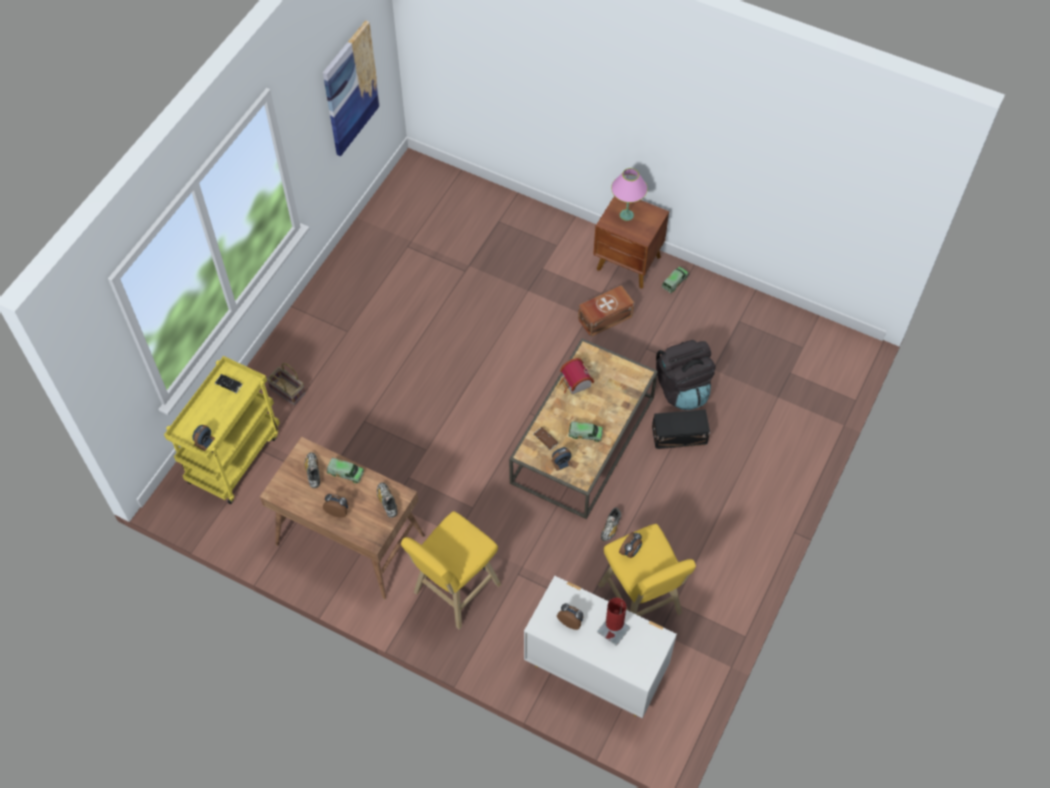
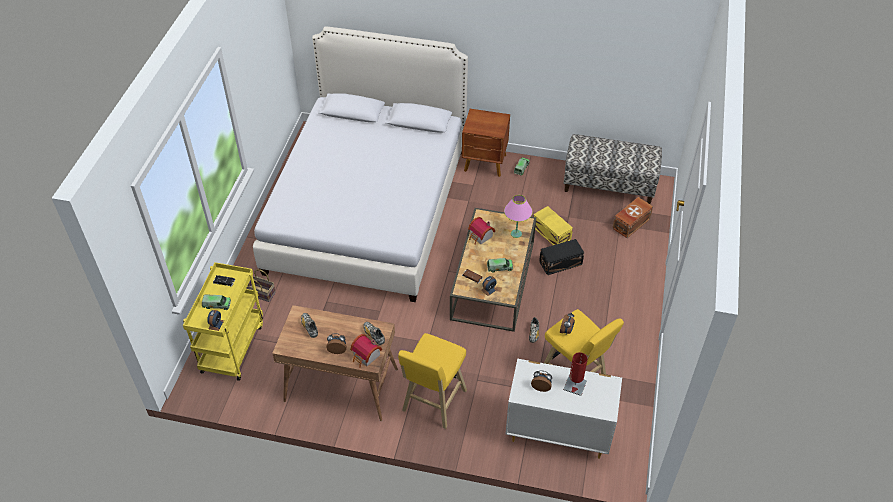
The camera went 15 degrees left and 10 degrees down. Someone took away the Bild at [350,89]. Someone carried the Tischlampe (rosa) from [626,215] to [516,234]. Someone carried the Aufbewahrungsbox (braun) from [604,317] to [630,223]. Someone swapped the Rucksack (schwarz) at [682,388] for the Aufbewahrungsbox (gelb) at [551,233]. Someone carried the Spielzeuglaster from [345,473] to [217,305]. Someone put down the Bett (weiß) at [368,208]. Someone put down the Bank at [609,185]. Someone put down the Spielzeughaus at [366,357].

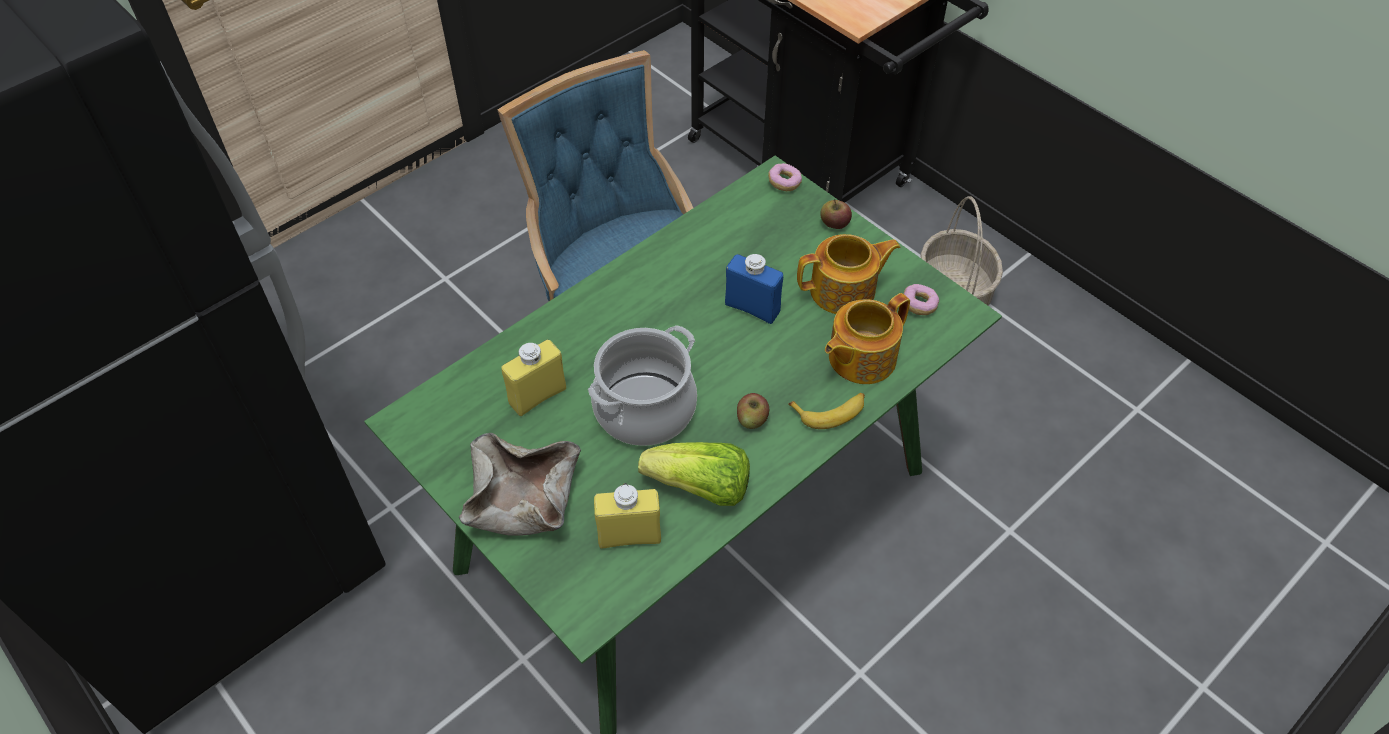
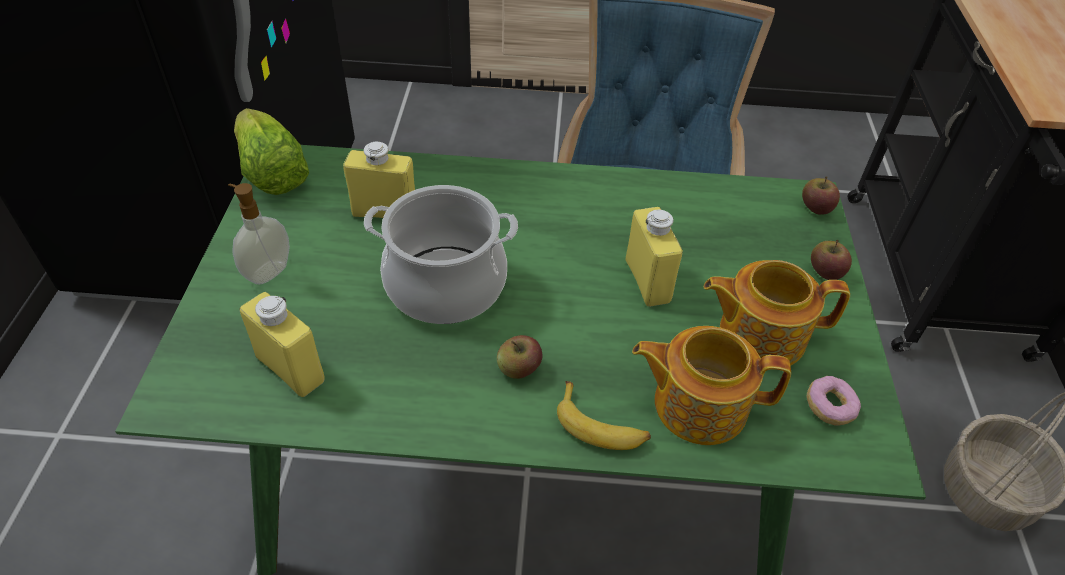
The camera went 45 degrees right and 5 degrees down. Someone swapped the Donut at [784,183] for the Apfel at [815,208]. Someone rotated the Teekanne at [844,291] by 150 degrees clockwise. Someone repainted the Flasche (blau) at [752,308], which became the Flasche (gelb) at [647,281]. Someone swapped the Schüssel (beige) at [522,498] for the Seifenspender at [267,271]. Someone carried the Salatkopf from [700,488] to [272,173].

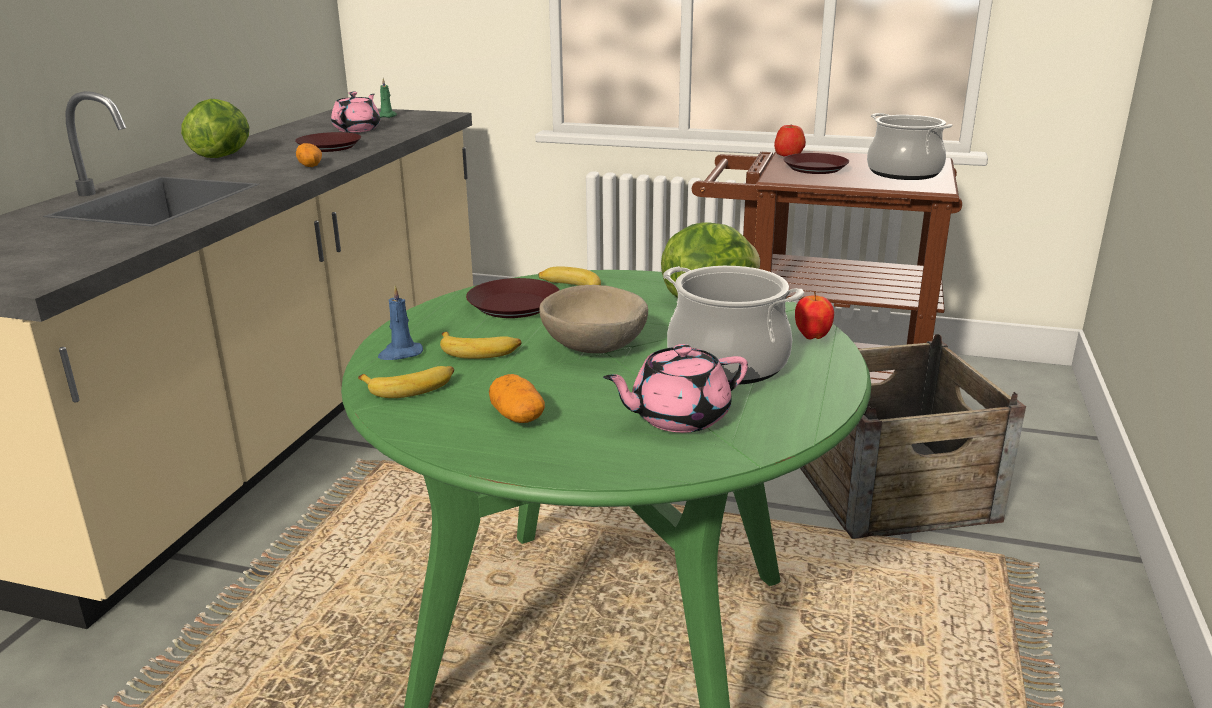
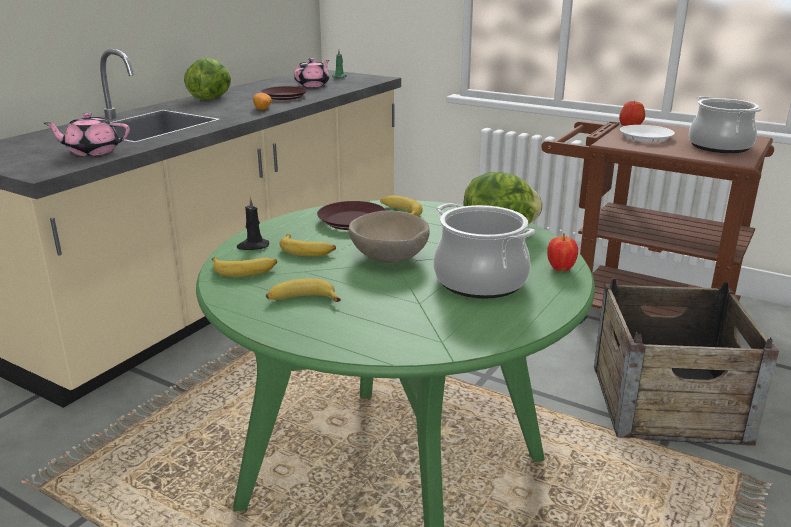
The camera went 15 degrees right and 0 degrees up. Someone repainted the Teller (braun) at [815,168], which became the Teller (weiß) at [645,137]. Someone repainted the Kerze (blau) at [400,354], which became the Kerze (schwarz) at [253,246]. Someone carried the Teekanne (rosa) from [677,417] to [92,152]. Someone swapped the Kartoffel at [516,416] for the Banane at [302,300].

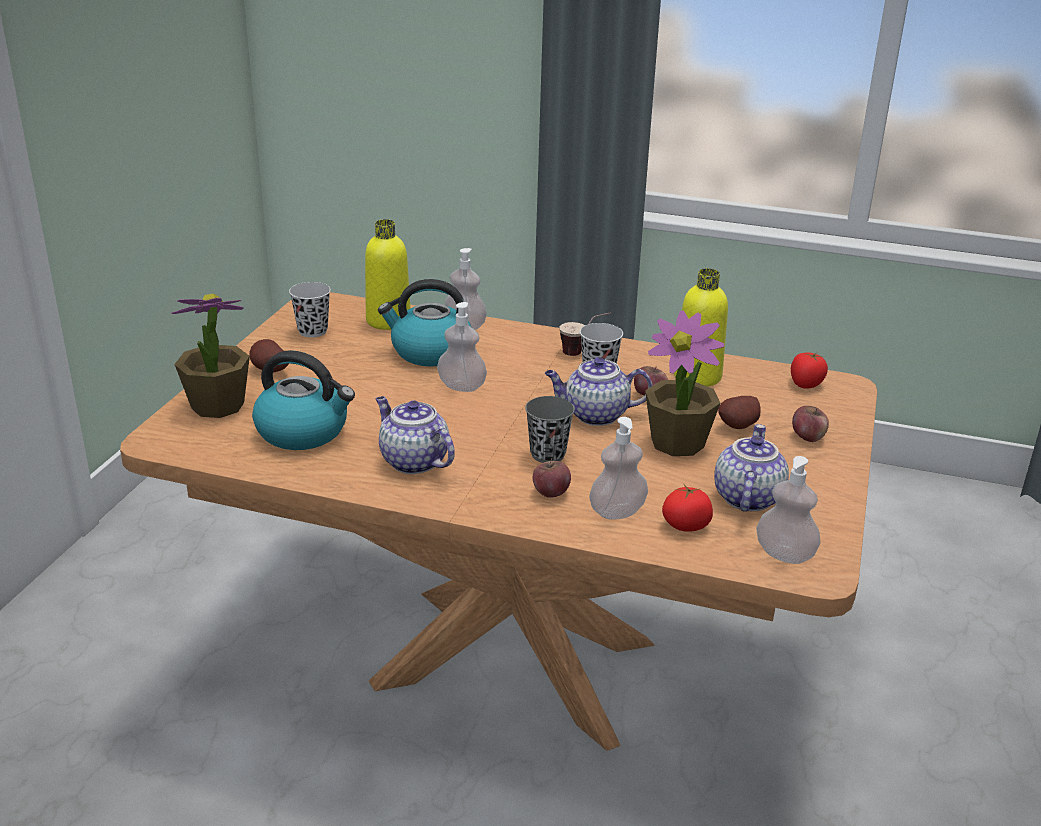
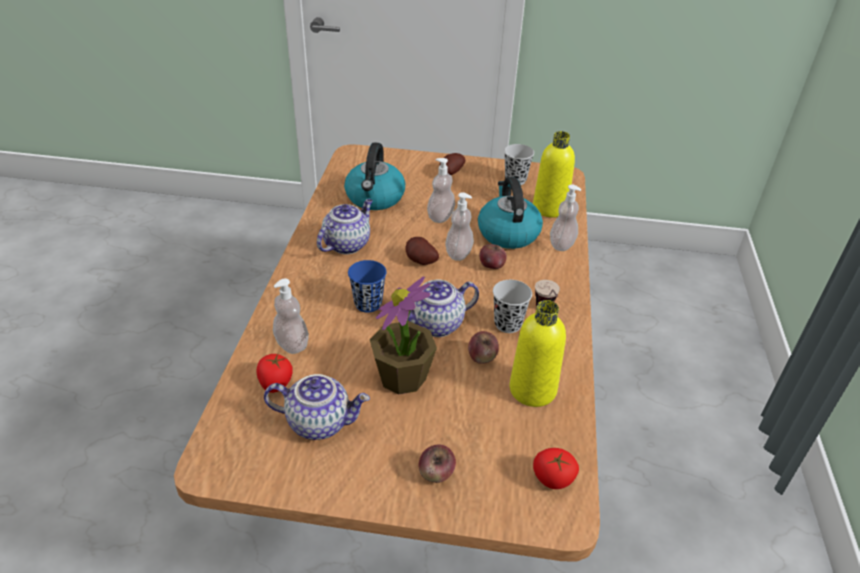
The camera went 80 degrees right and 10 degrees up. Someone took away the Topfpflanze at [217,405]. Someone rotated the Teekanne at [594,415] by 105 degrees counterclockwise. Someone repainted the Tasse (grau) at [548,454], which became the Tasse (blau) at [368,304]. Someone carried the Kartoffel from [740,427] to [420,262]. Someone carried the Seifenspender from [784,554] to [440,217]. Someone carried the Apfel from [551,493] to [491,265].

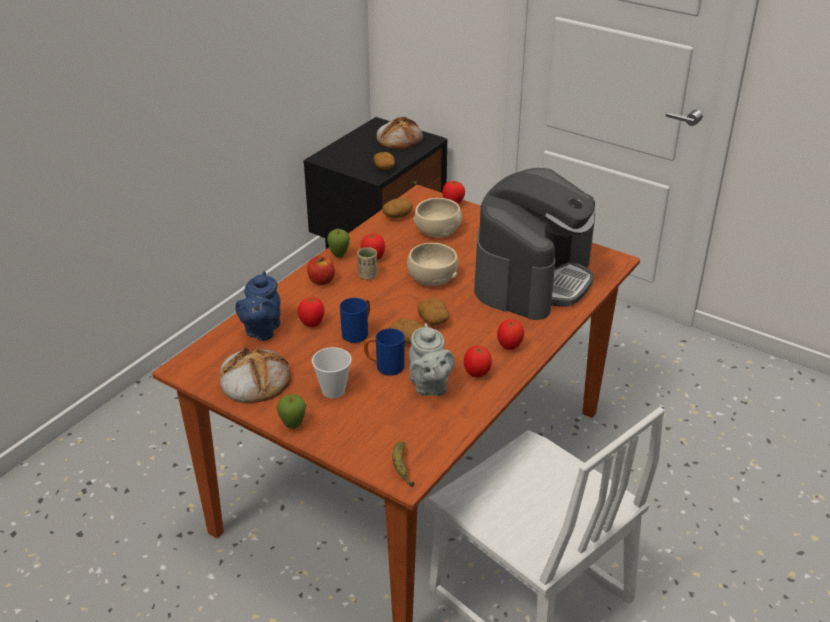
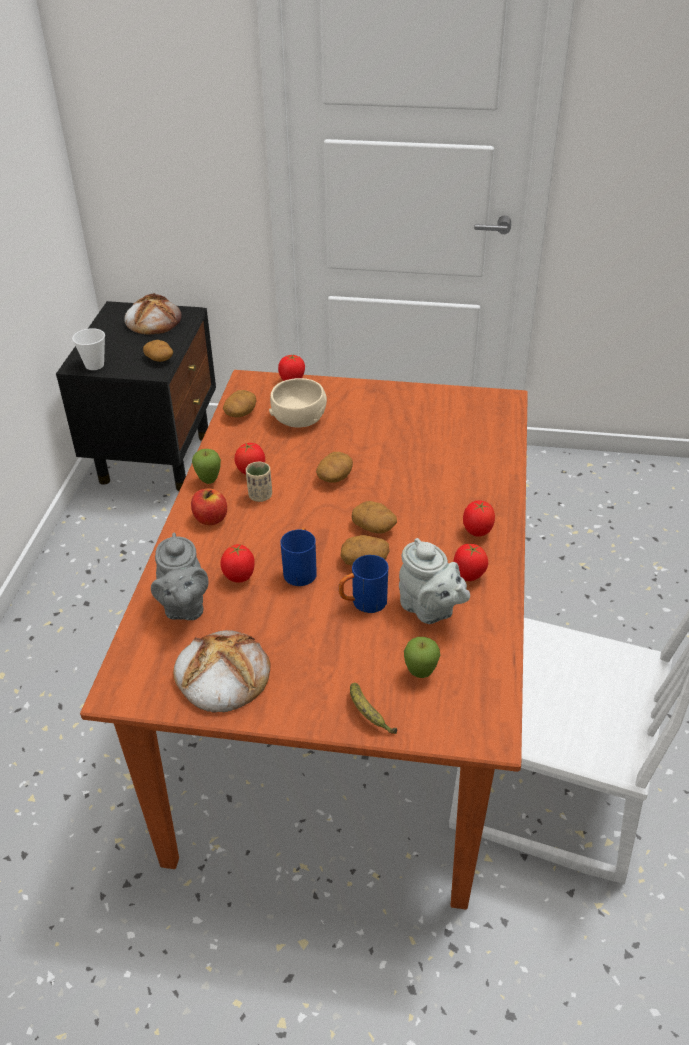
The camera went 25 degrees left and 5 degrees up. Someone took away the Kaffeemaschine at [533,278]. Someone swapped the Schüssel (beige) at [432,278] for the Kartoffel at [335,477]. Someone repainted the Teekanne (blau) at [261,331], which became the Teekanne (grau) at [184,607]. Someone carried the Tasse from [333,391] to [94,365]. Someone carried the Apfel from [293,426] to [420,674]. Someone carried the Banane from [402,468] to [368,714].

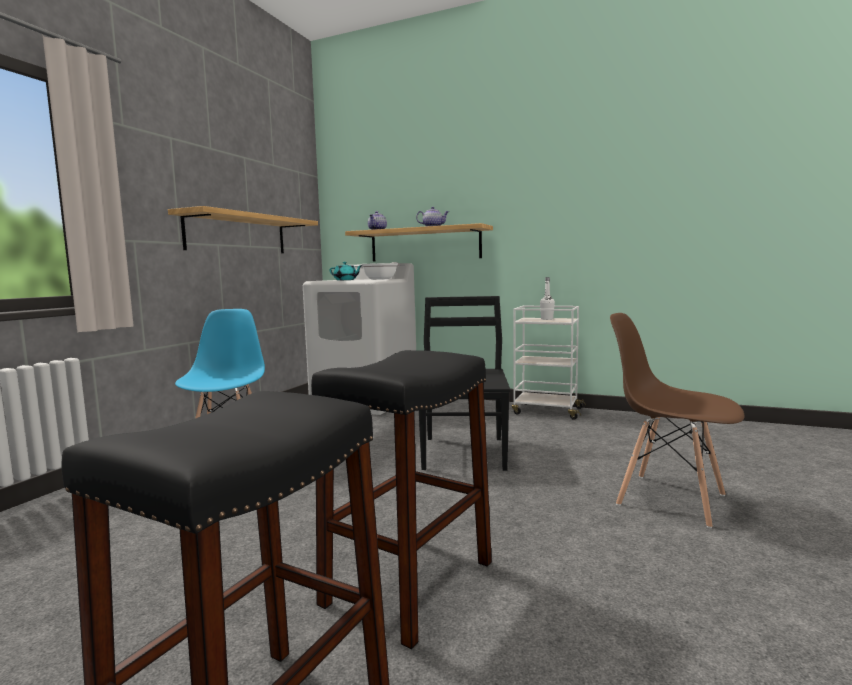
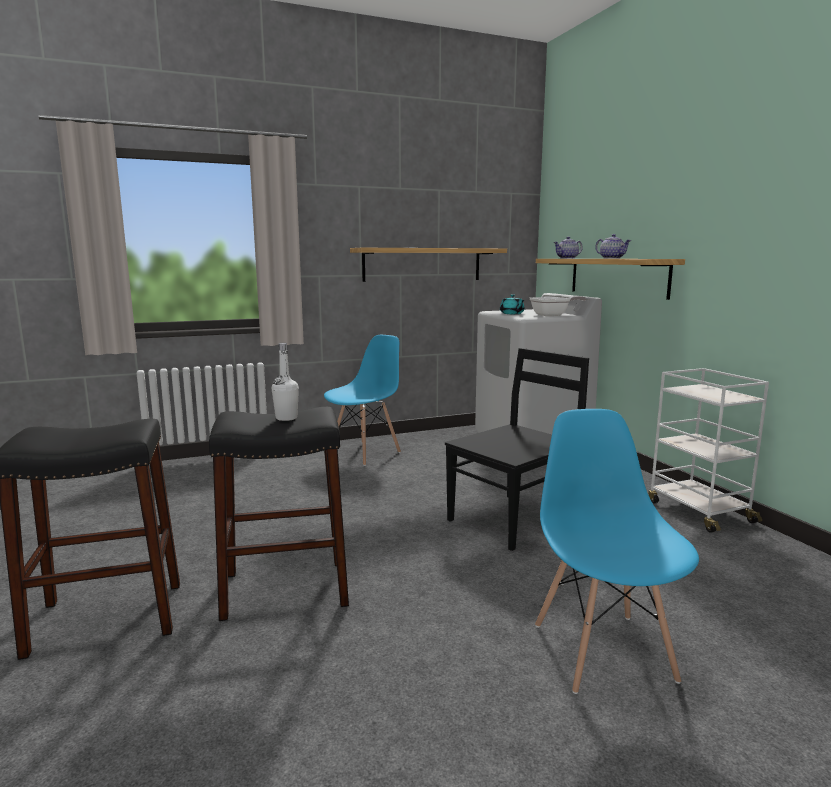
The camera went 45 degrees right and 5 degrees up. Someone carried the Flasche (weiß) from [547,319] to [286,418]. Someone repainted the Stuhl (braun) at [669,499], which became the Stuhl (blau) at [603,650].

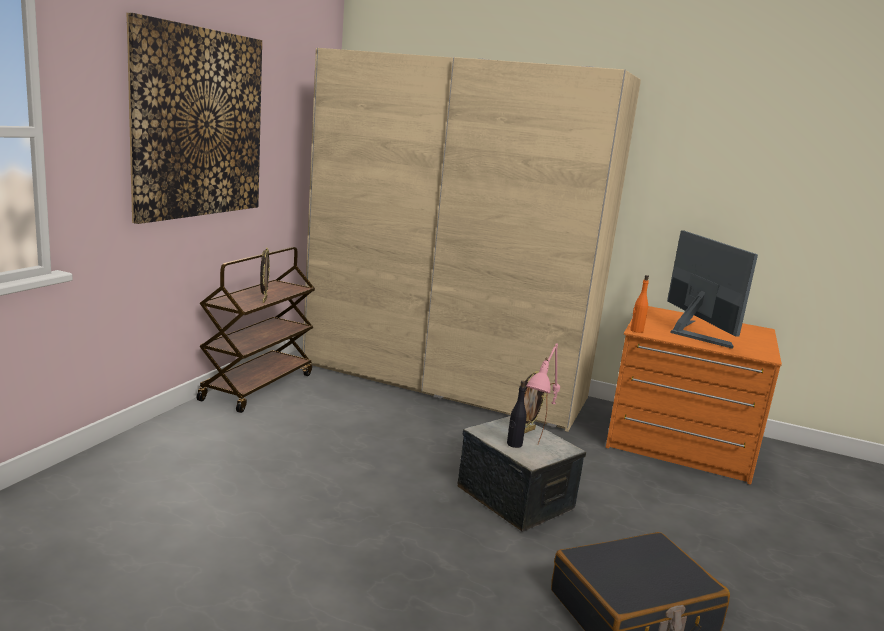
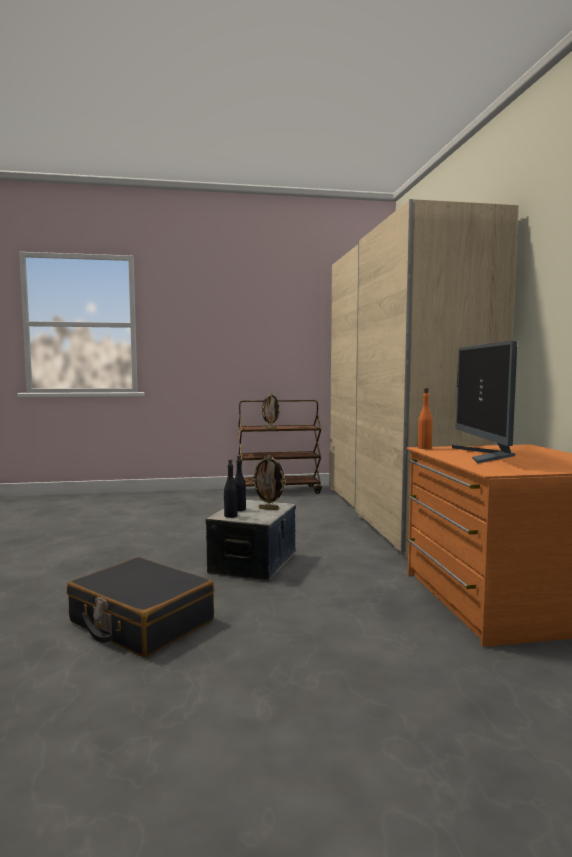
The camera went 60 degrees right and 10 degrees down. Someone took away the Bild at [199,124]. Someone rotated the Monitor at [693,333] by 135 degrees clockwise. Someone swapped the Tischlampe (rosa) at [537,456] for the Flasche (schwarz) at [230,516].

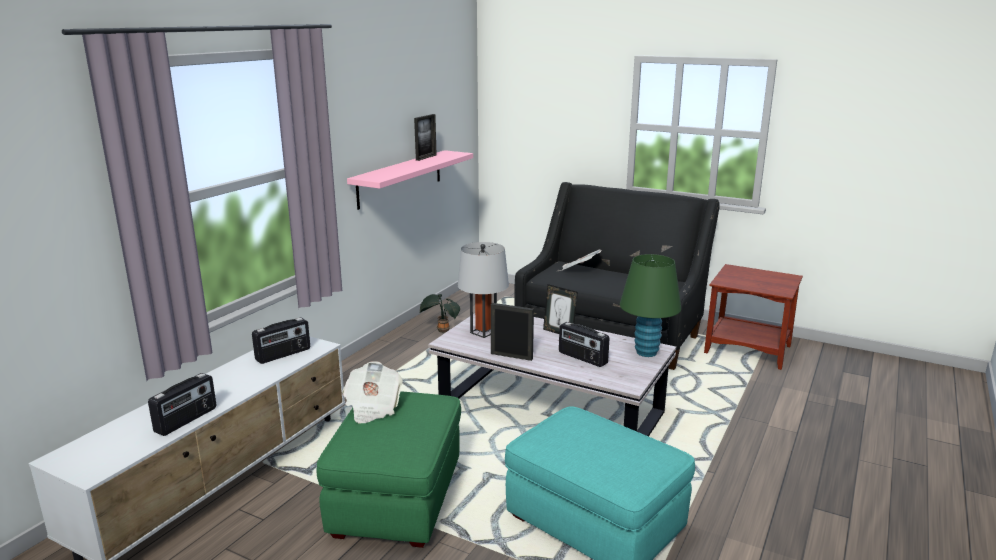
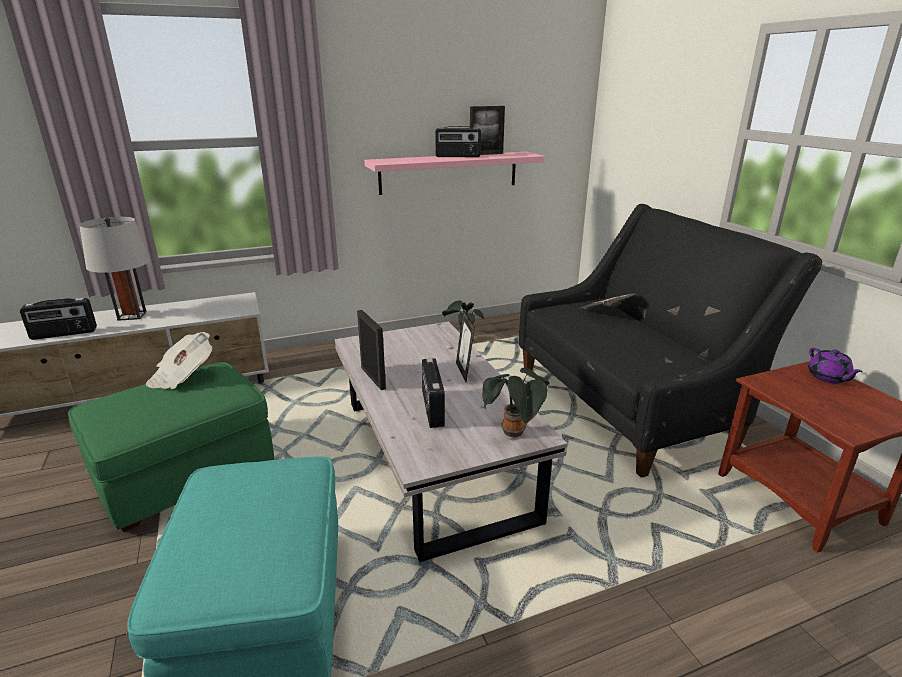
The camera went 40 degrees right and 5 degrees up. Someone carried the Tischlampe (grau) from [483,332] to [132,316]. Someone swapped the Tischlampe (grün) at [646,352] for the Topfpflanze at [514,434]. Someone carried the Radio from [283,355] to [458,156]. Someone put down the Teekanne (lila) at [828,377].

